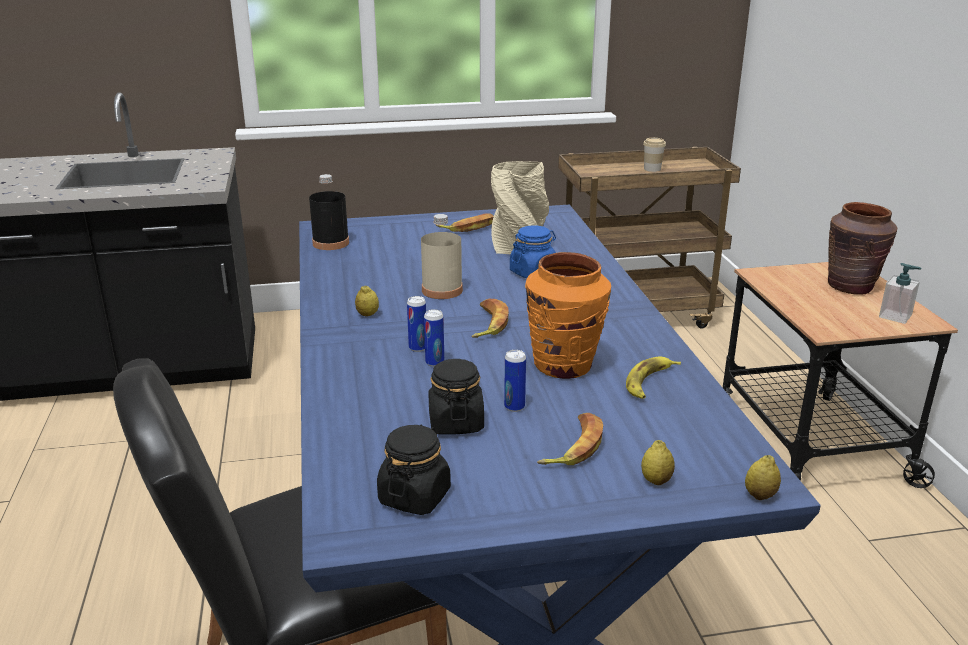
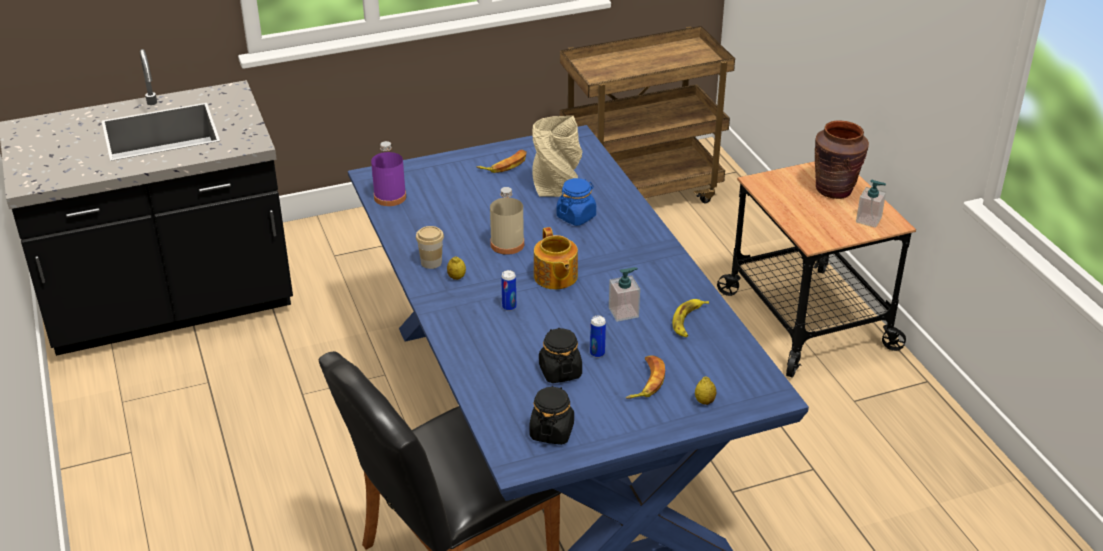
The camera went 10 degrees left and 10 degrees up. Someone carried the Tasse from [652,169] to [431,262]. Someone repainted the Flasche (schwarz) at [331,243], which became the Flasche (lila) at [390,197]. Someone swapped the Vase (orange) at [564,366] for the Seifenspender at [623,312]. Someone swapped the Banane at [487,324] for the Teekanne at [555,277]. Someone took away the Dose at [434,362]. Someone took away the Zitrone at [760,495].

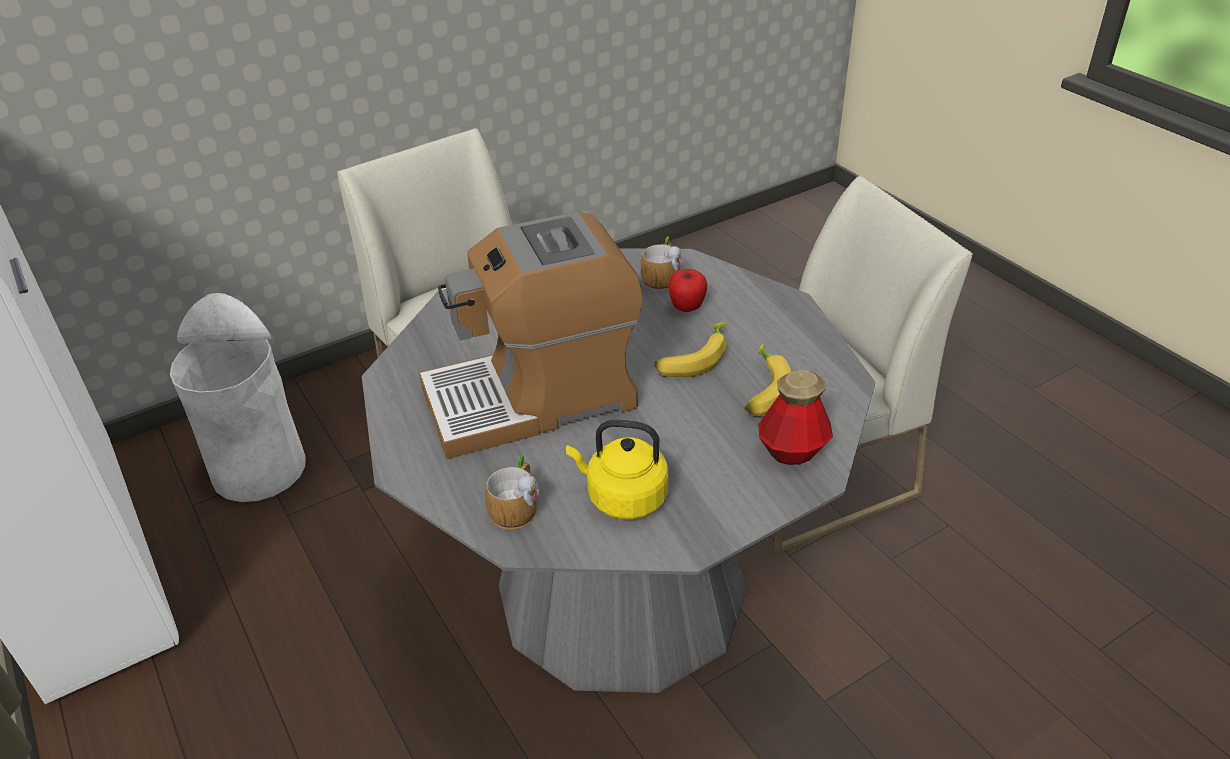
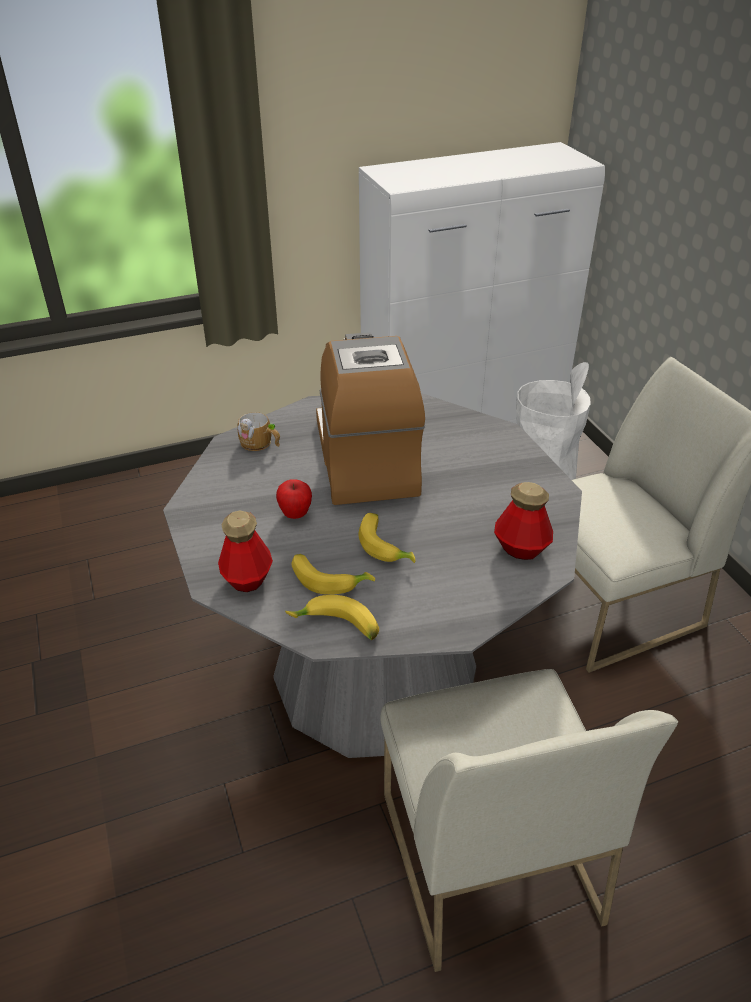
The camera went 100 degrees right and 0 degrees up. Someone swapped the Henkelbecher at [662,276] for the Flasche at [521,548]. Someone carried the Apfel from [687,308] to [295,514]. Someone took away the Wasserkessel (gelb) at [623,497]. Someone put down the Banane at [336,628].

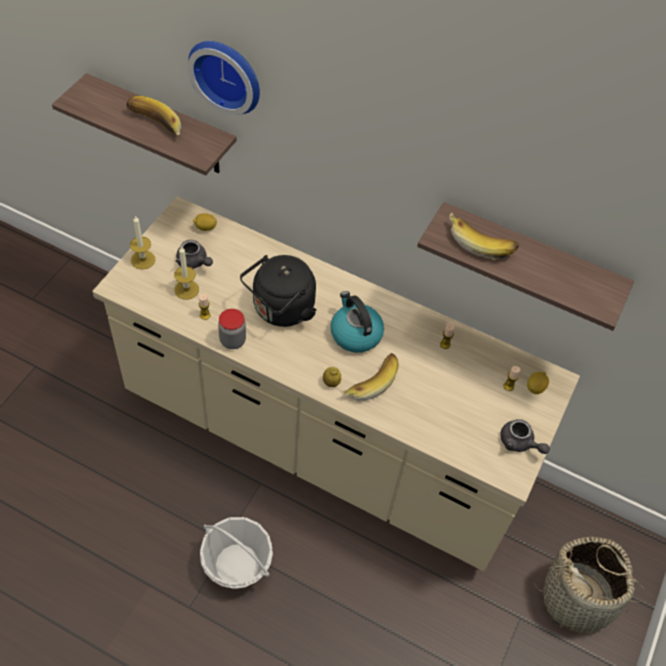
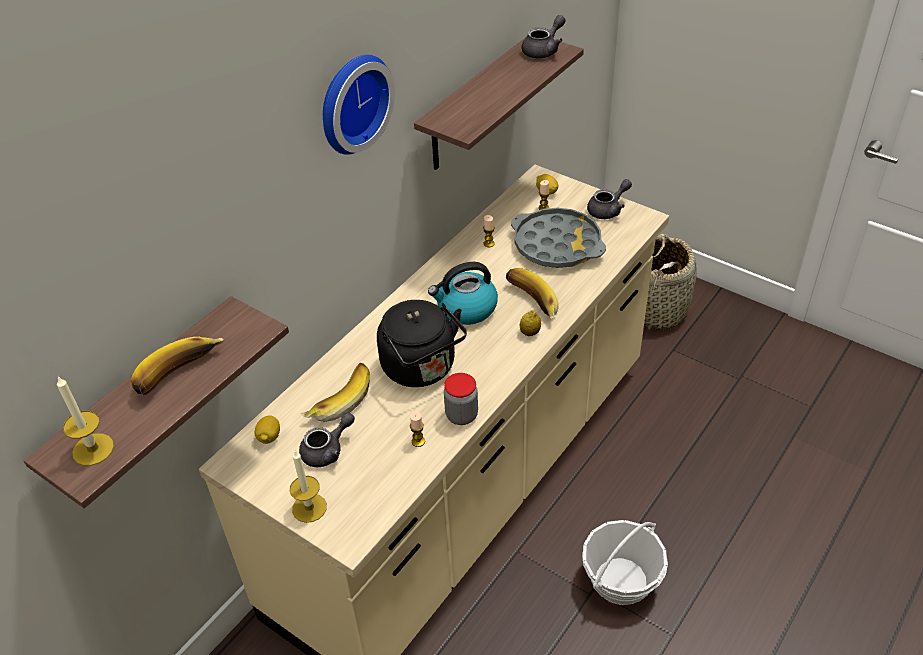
The camera went 75 degrees left and 10 degrees down. Someone carried the Wanduhr from [227,74] to [351,102]. Someone carried the Banane from [481,241] to [338,400]. Someone carried the Kerze from [186,289] to [93,449]. Someone put down the Teekanne (grau) at [544,50]. Someone put down the Tablett (grau) at [557,244].

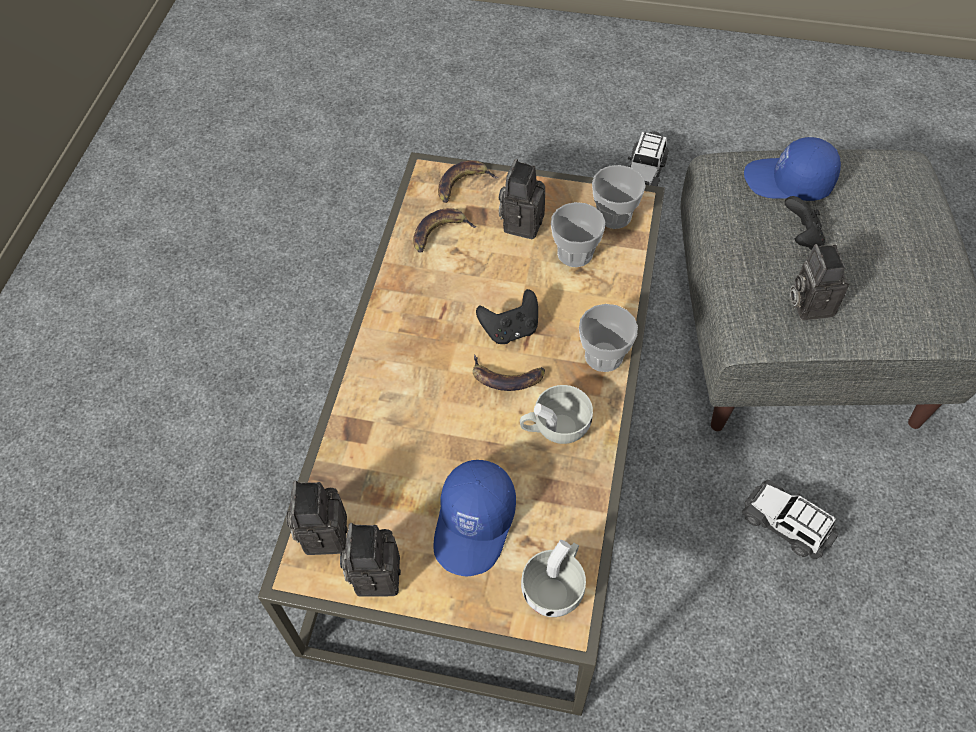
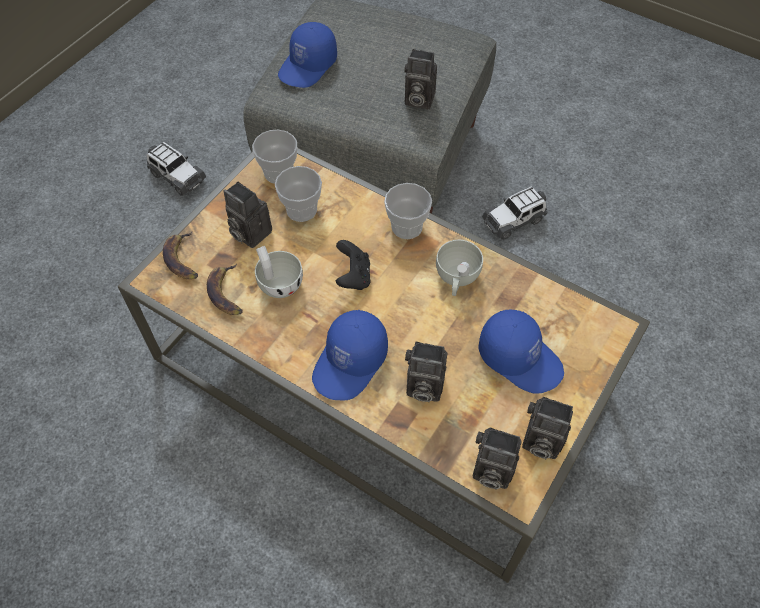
The camera went 70 degrees left and 0 degrees up. Someone took away the Gamepad (schwarz) at [801,237]. Someone took away the Banane at [507,377]. Someone carried the Tasse (weiß) from [556,586] to [278,282]. Someone put down the Kappe (blau) at [351,363]. Someone put down the Kamera at [422,386].

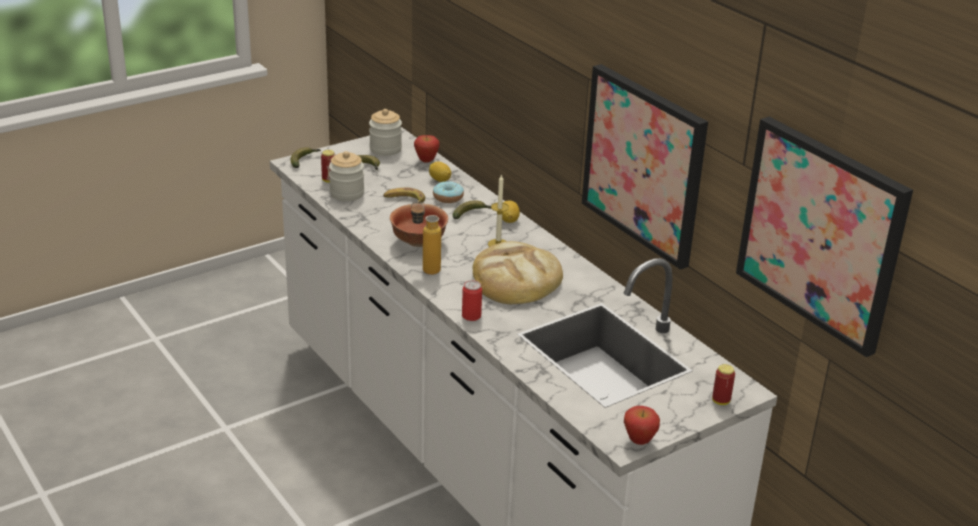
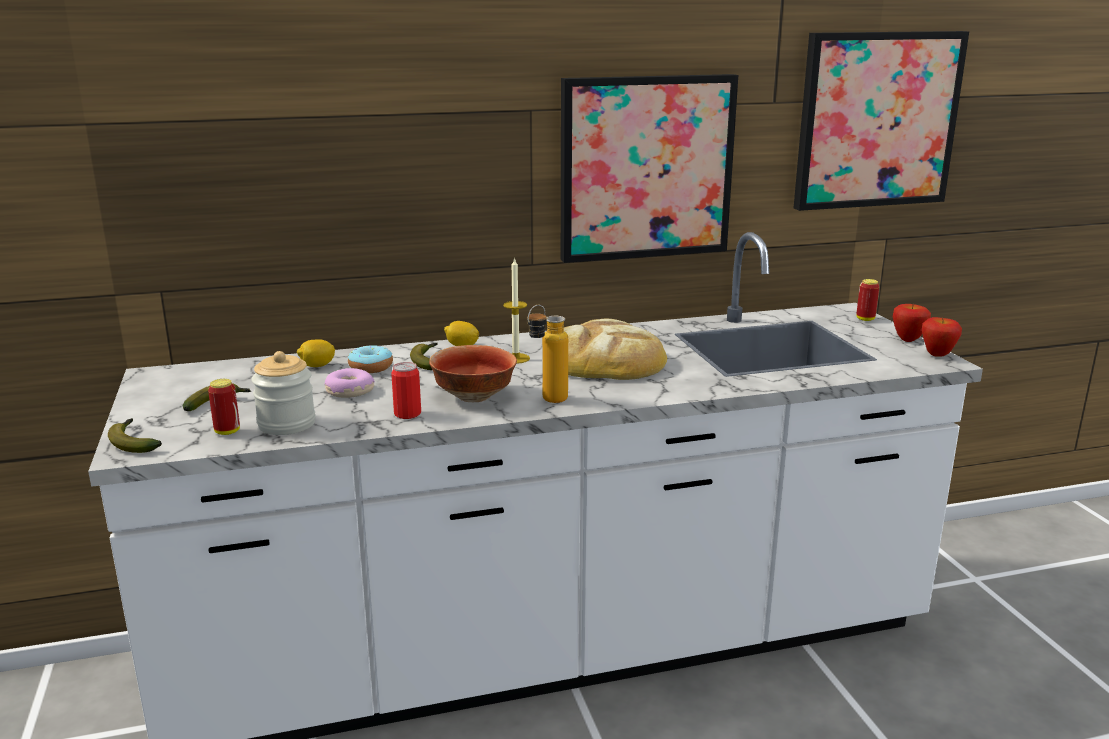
The camera went 70 degrees left and 10 degrees down. Someone took away the Vorratsglas at [385,149]. Someone carried the Apfel from [426,161] to [908,340]. Someone swapped the Banane at [404,200] for the Donut at [349,391]. Someone carried the Dose from [471,316] to [407,414].

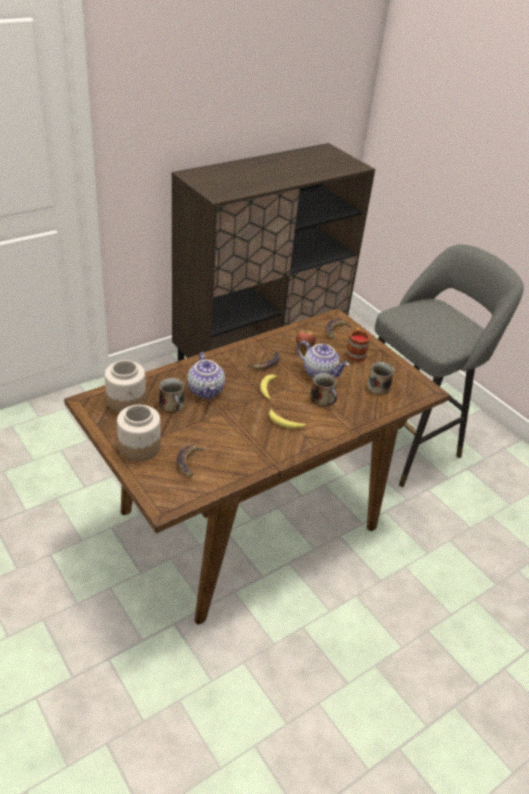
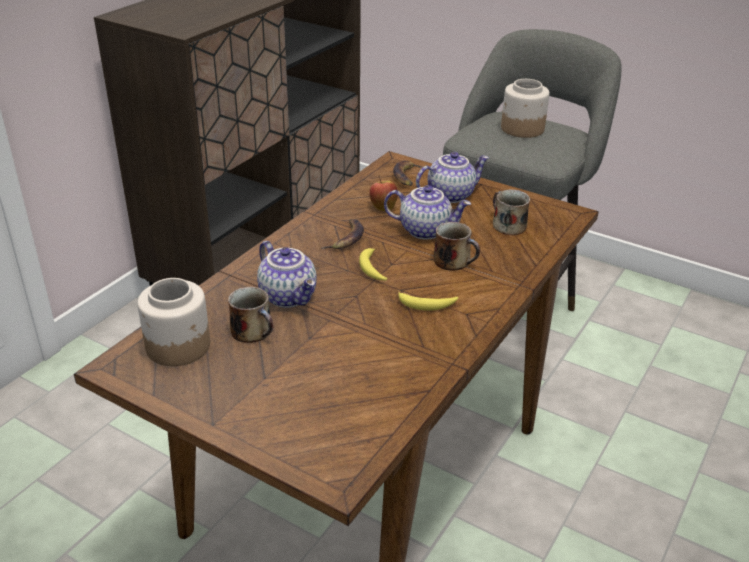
The camera went 20 degrees left and 5 degrees down. Someone swapped the Henkelbecher at [355,352] for the Teekanne at [450,194]. Someone carried the Vorratsglas from [139,447] to [522,129]. Someone took away the Banane at [189,462].

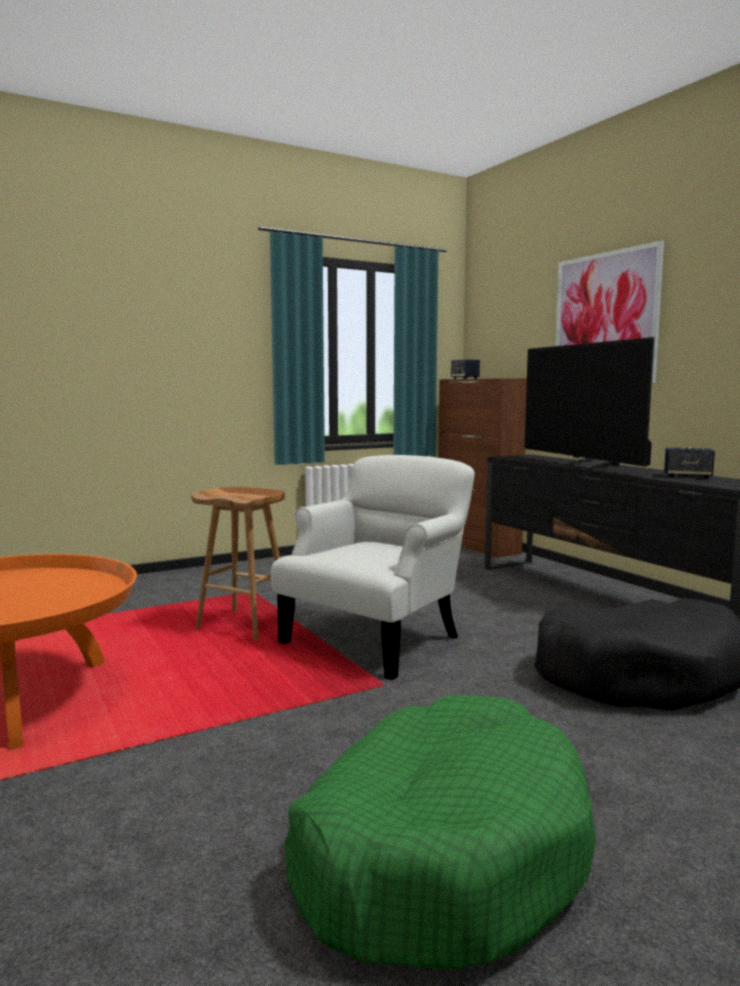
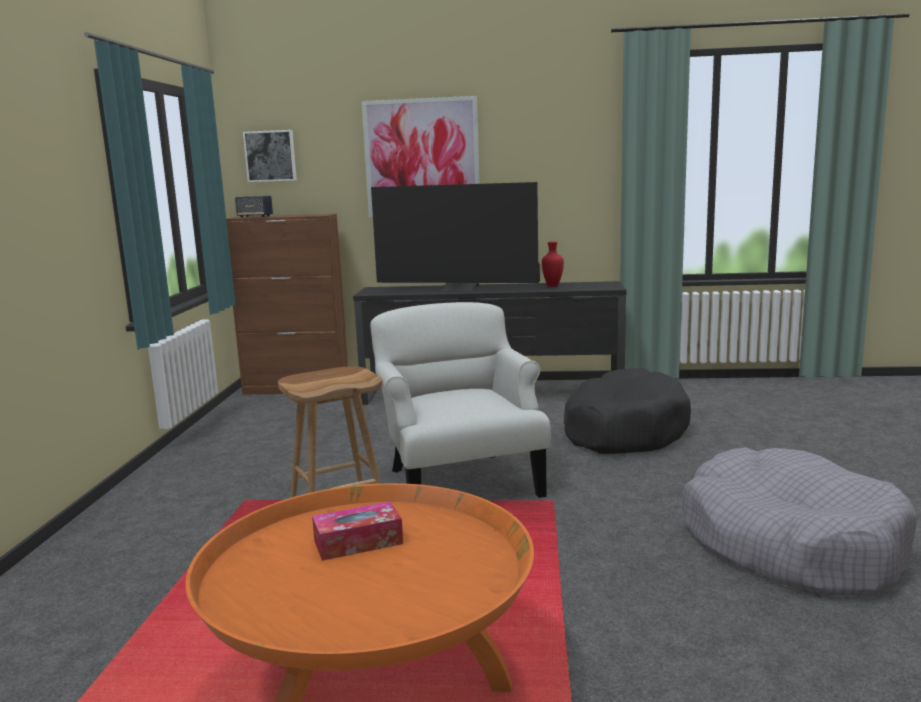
The camera went 55 degrees left and 5 degrees up. Someone swapped the Lautsprecher at [687,476] for the Vase (rot) at [552,286]. Someone repainted the Hundebett (grün) at [440,853], which became the Hundebett (grau) at [790,544]. Someone put up the Bild at [270,156]. Someone put down the Taschentuchbox at [358,542].

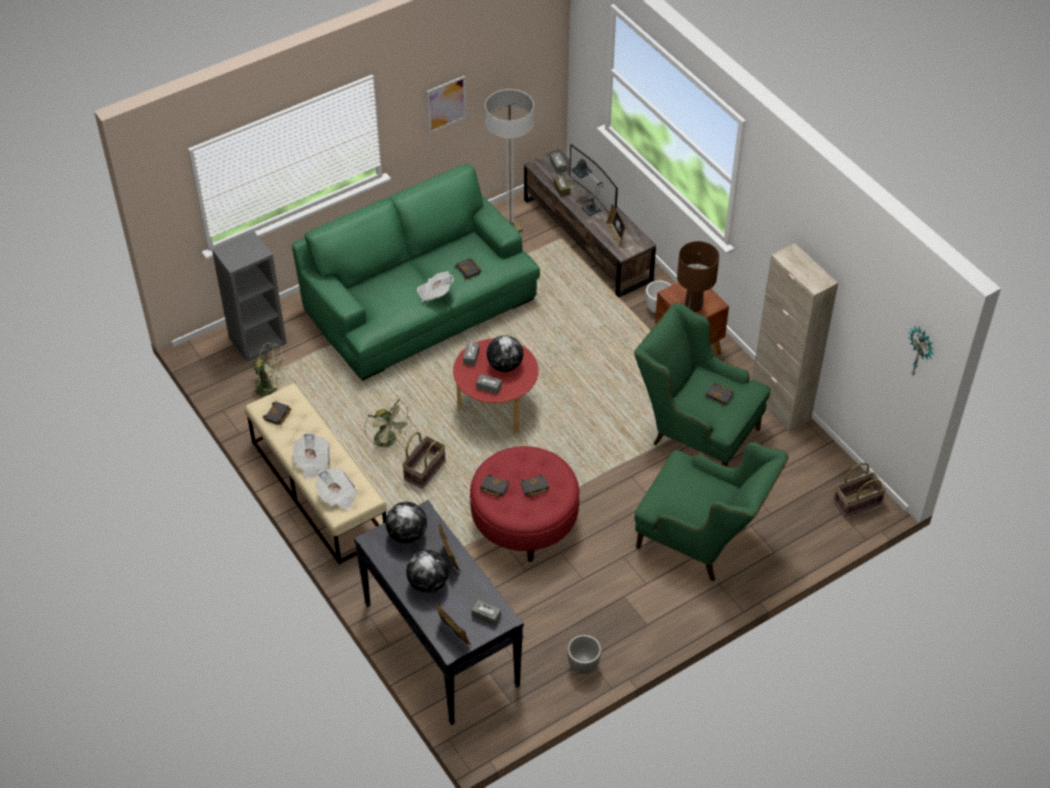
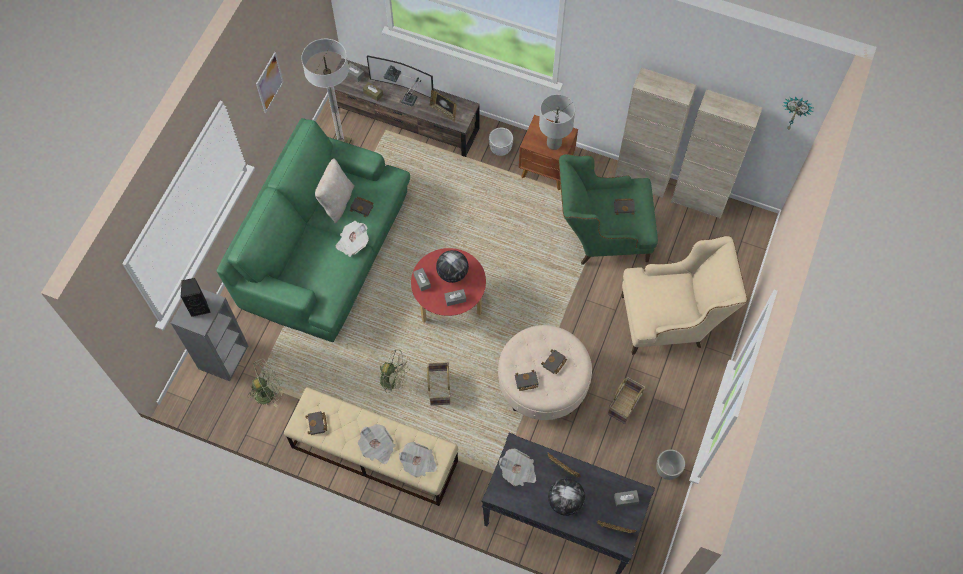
The camera went 35 degrees left and 15 degrees up. Someone repainted the Tischlampe (braun) at [693,306], which became the Tischlampe (grau) at [554,143]. Someone repainted the Sessel (grün) at [703,541], which became the Sessel (beige) at [671,320]. Someone repainted the Polsterhocker (rot) at [524,523], which became the Polsterhocker (beige) at [543,385]. Someone carried the Korb from [857,503] to [625,405]. Someone swapped the Globus at [407,534] for the Zeitung at [518,471]. Someone put down the Schrank (beige) at [699,201]. Someone put down the Kissen (beige) at [336,201]. Someone put down the Lautsprecher (schwarz) at [200,307].

